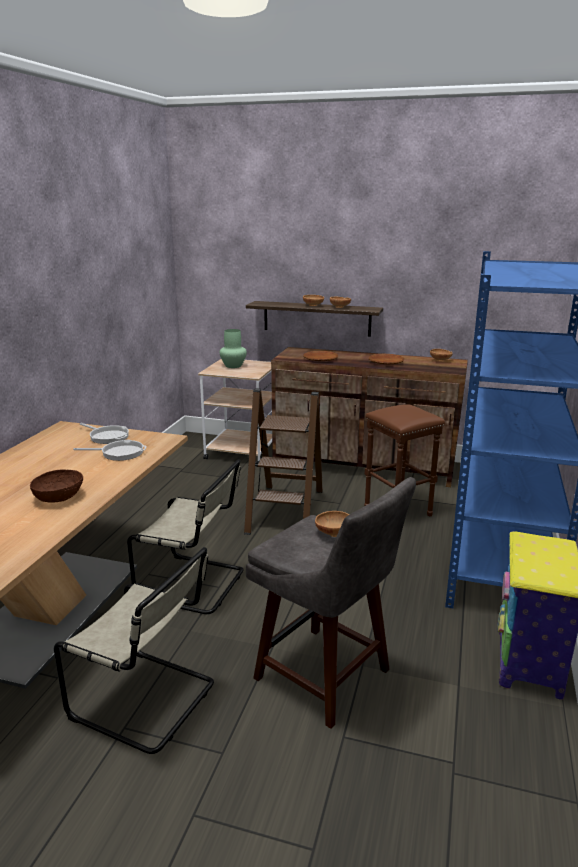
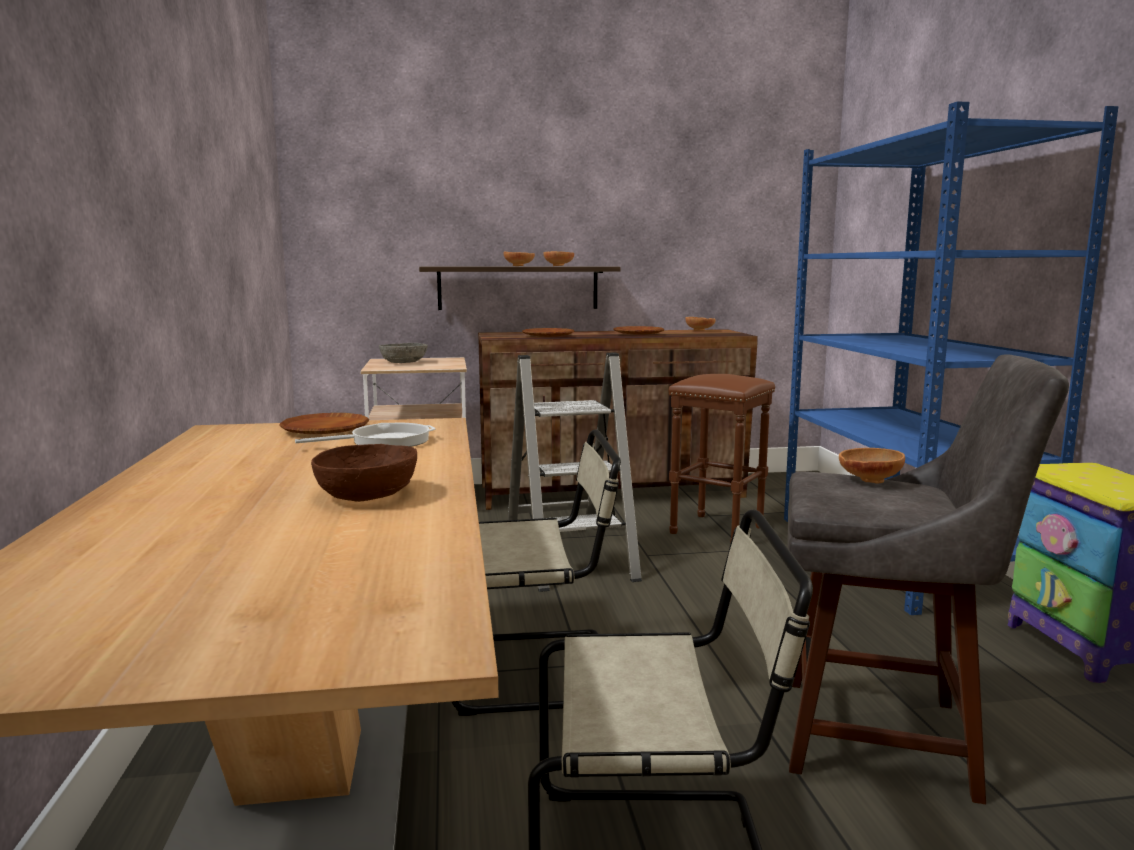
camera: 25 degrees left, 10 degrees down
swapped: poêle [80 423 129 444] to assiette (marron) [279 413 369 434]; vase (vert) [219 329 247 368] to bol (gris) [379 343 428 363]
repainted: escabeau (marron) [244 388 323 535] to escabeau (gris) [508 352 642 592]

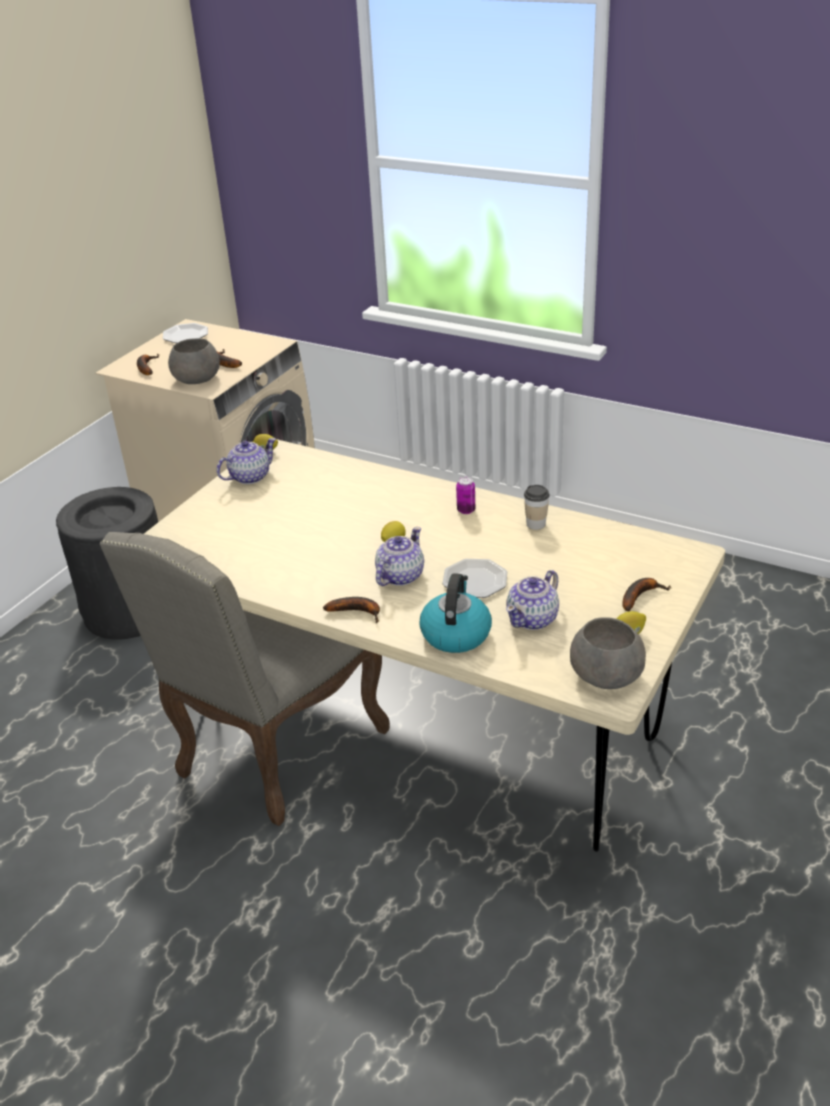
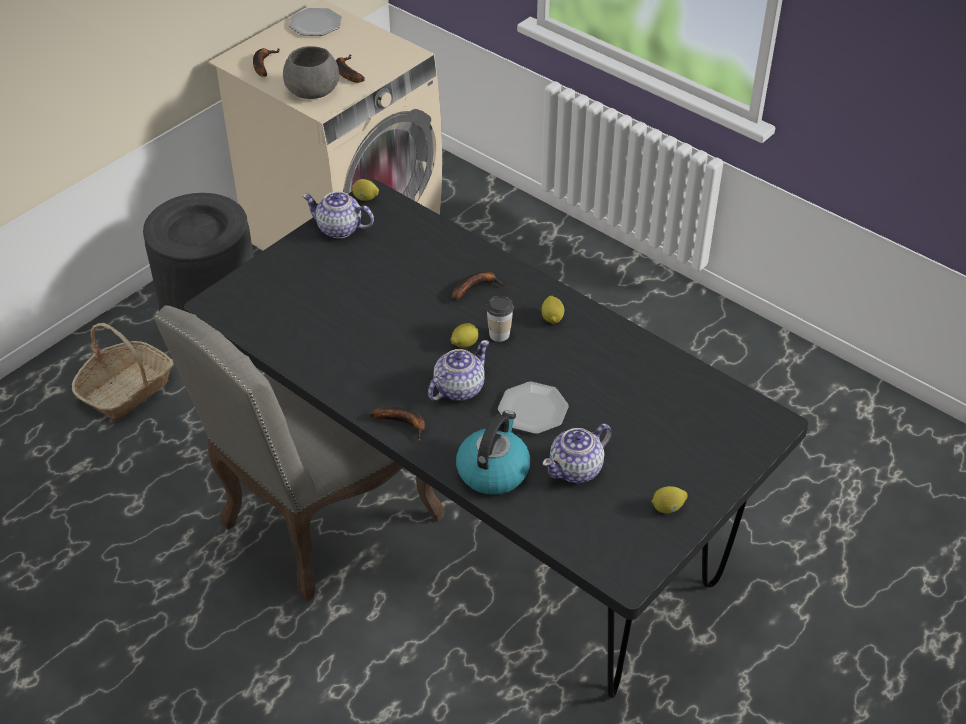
camera: 10 degrees right, 10 degrees up
gone: bol (gris) [570 617 646 689]
new: panier [72 323 174 421]
shifted: tasse [524 485 550 530] to [486 296 514 342]; banane [622 578 671 612] to [452 271 506 300]
swapped: boîte métallique [456 477 475 514] to citron [542 296 564 323]
repainted: table à manger (beige) [144 439 725 852] to table à manger (noir) [184 179 808 698]
rotated: théière [216 438 276 484] = [302 192 374 238] 135 degrees counterclockwise

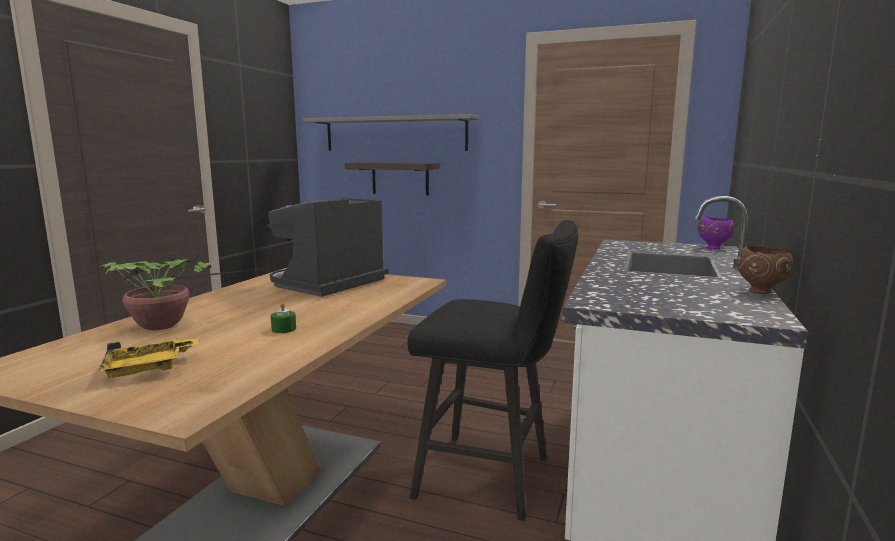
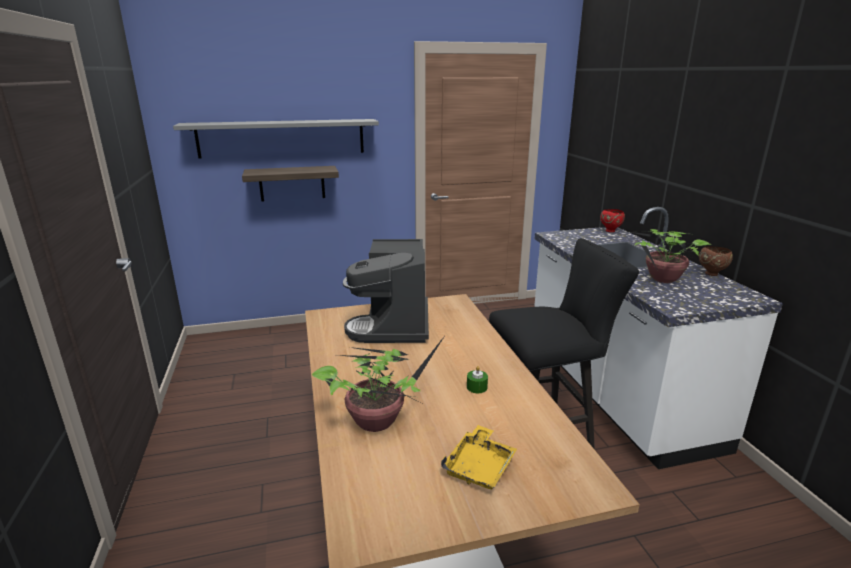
camera: 35 degrees left, 10 degrees up
new: plante en pot [625 229 712 283]
repainted: bol (violet) [697 217 735 249] to bol (rouge) [600 209 625 232]

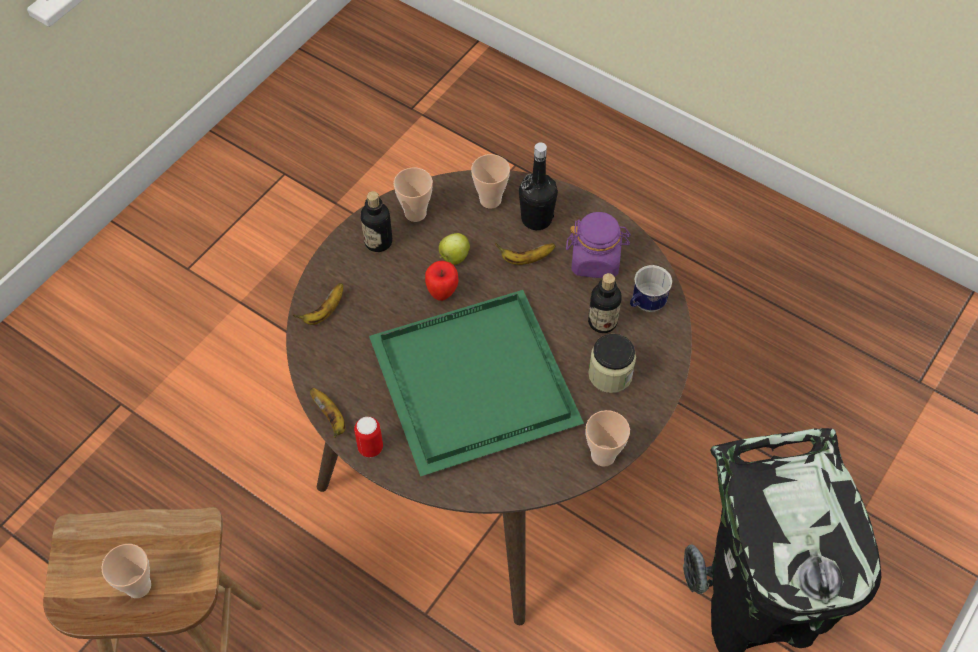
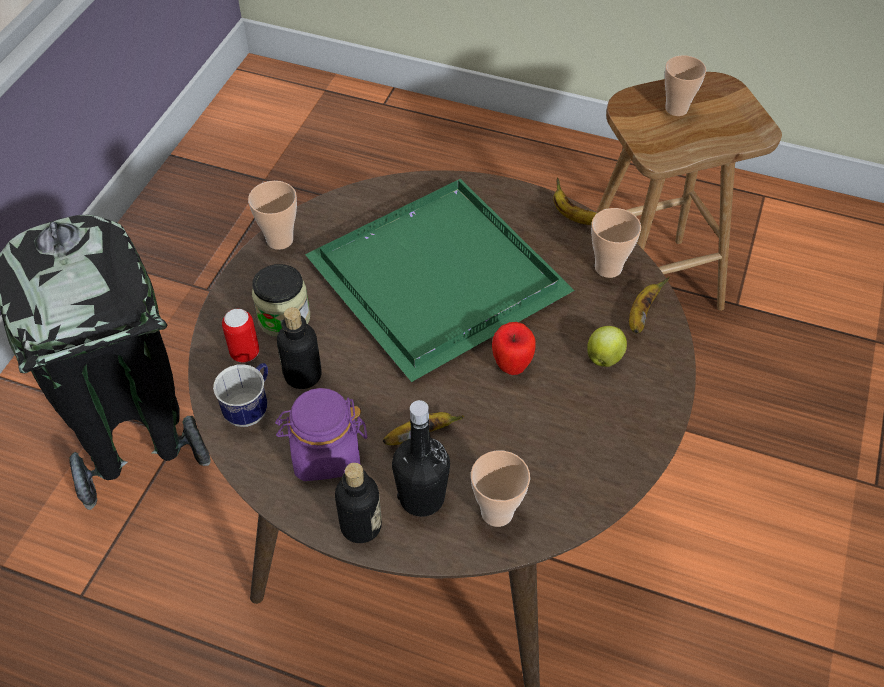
camera: 165 degrees right, 5 degrees down
shifted: boîte métallique [354 417 383 458] to [222 309 259 363]; bouteille [361 191 392 252] to [335 463 382 543]; tasse [394 168 433 222] to [591 208 641 278]; pomme [439 233 470 265] to [587 326 627 367]

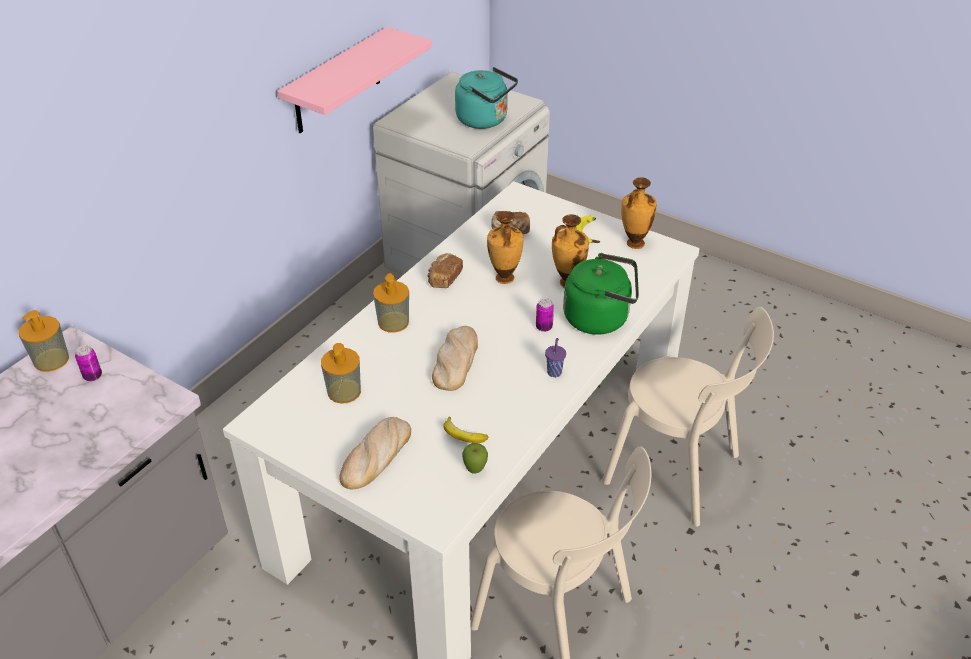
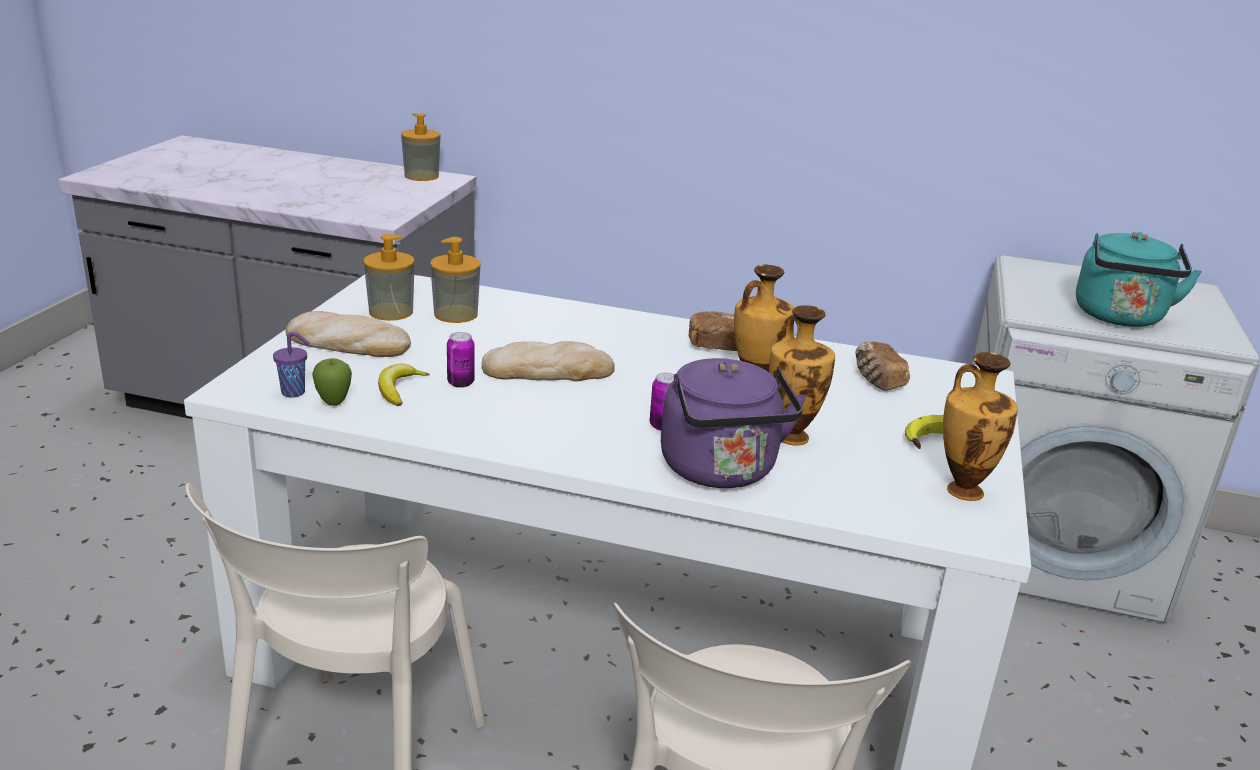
camera: 70 degrees right, 15 degrees down
gone: étagère (rose) [277 27 432 133]
shifted: boîte métallique [75 345 102 381] to [447 332 475 388]; distributeur de savon [373 273 409 333] to [363 234 415 321]; tasse (violet) [545 338 566 377] to [273 332 310 397]
repainted: bouilloire (vert) [563 253 639 335] to bouilloire (violet) [661 358 806 488]

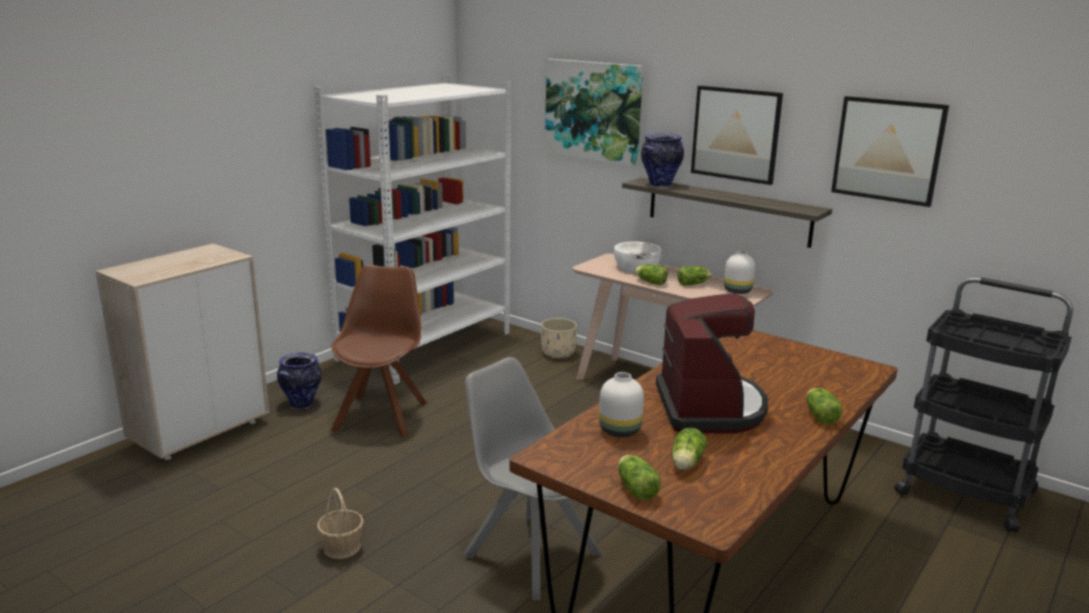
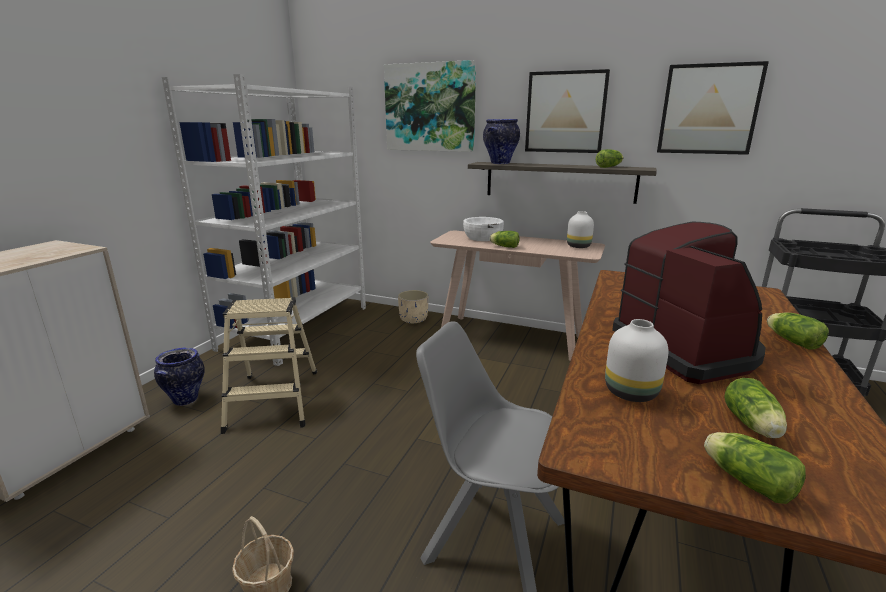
camera: 15 degrees left, 0 degrees up
shifted: laitue [678 266 712 286] to [596 149 623 168]
swapped: chaise (marron) [331 265 427 438] to escabeau (beige) [221 297 317 434]

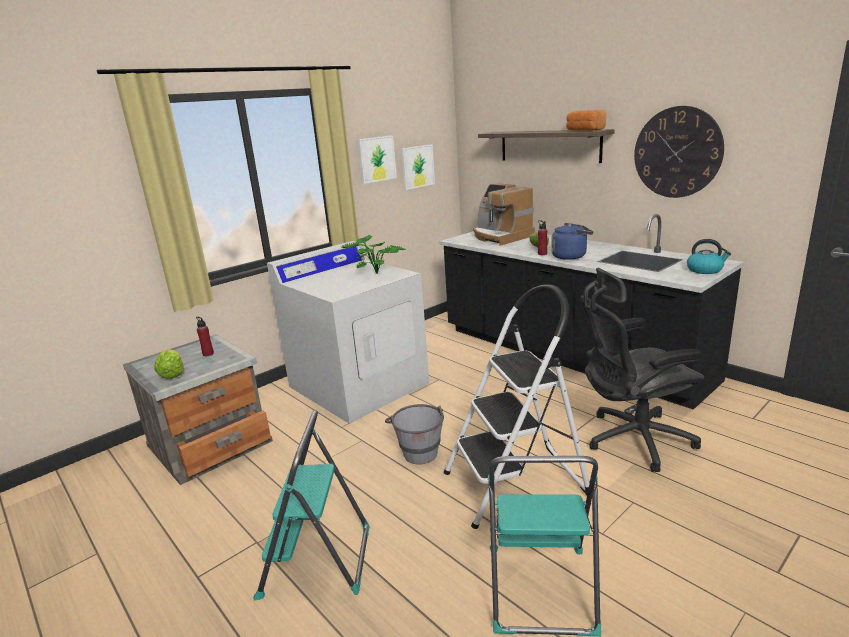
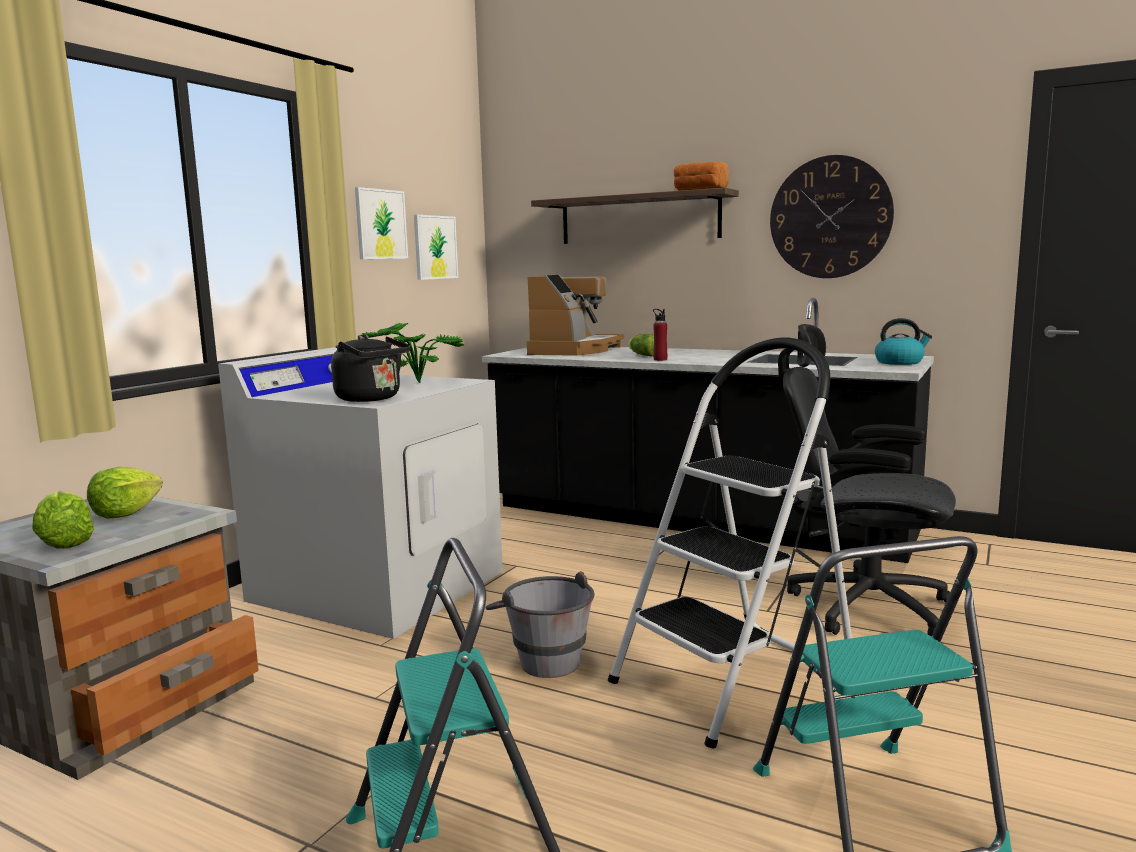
camera: 20 degrees left, 10 degrees down
gone: bouilloire (bleu) [551 223 593 260]
new: bouilloire (noir) [331 335 410 402]
swapped: bouteille (rouge) [196 317 214 356] to laitue [87 467 163 519]
rotated: machine à café [473 183 535 246] = [527 275 624 356] 105 degrees counterclockwise; chaise de bureau [580 268 705 472] = [778 324 956 636] 60 degrees clockwise

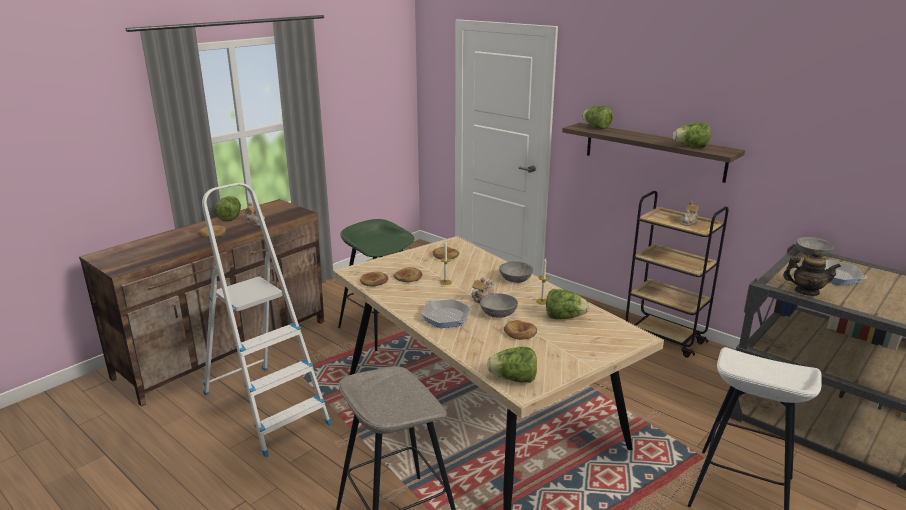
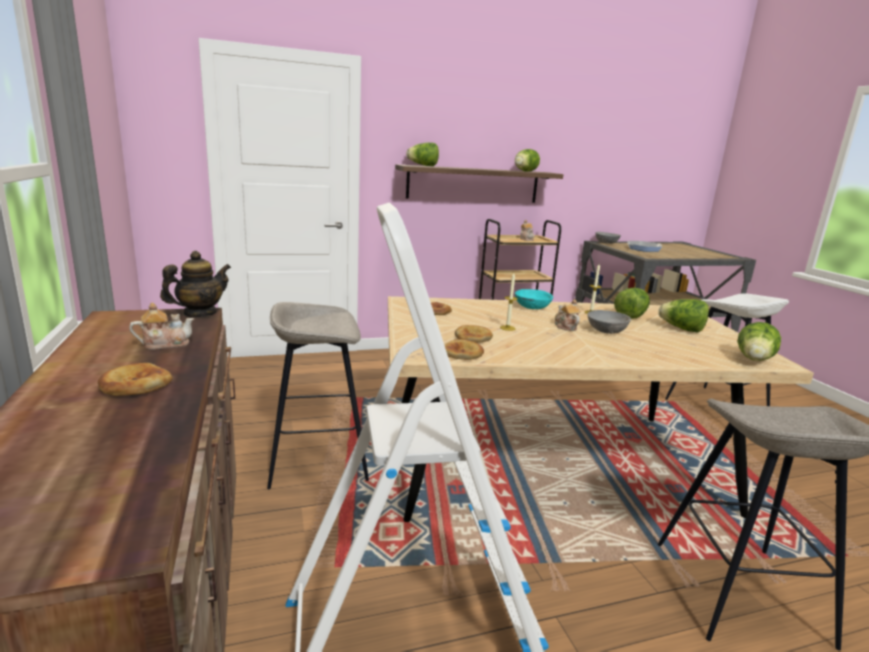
camera: 60 degrees left, 5 degrees down
gone: poêle [421 299 471 328]; pain [504 320 537 340]
shifted: laitue [214 196 241 221] to [658 299 709 333]; théière [783 250 841 296] to [160 251 231 317]
repainted: tabouret (vert) [338 219 414 351] to tabouret (gris) [267 302 369 489]; bol (gris) [499 261 533 283] to bol (turquoise) [515 289 553 309]

